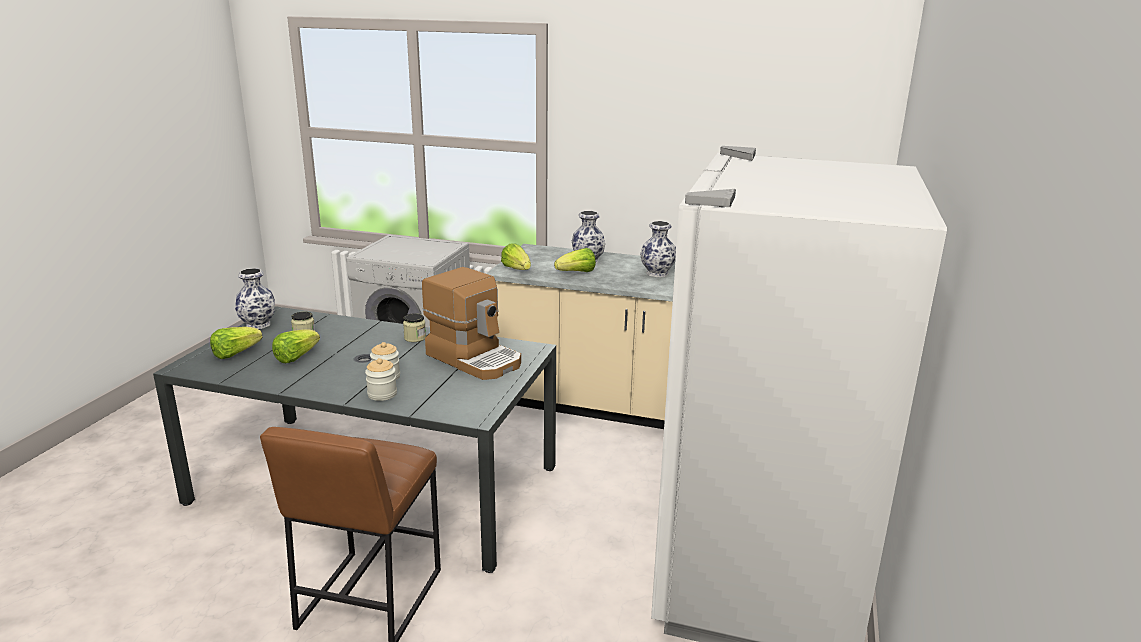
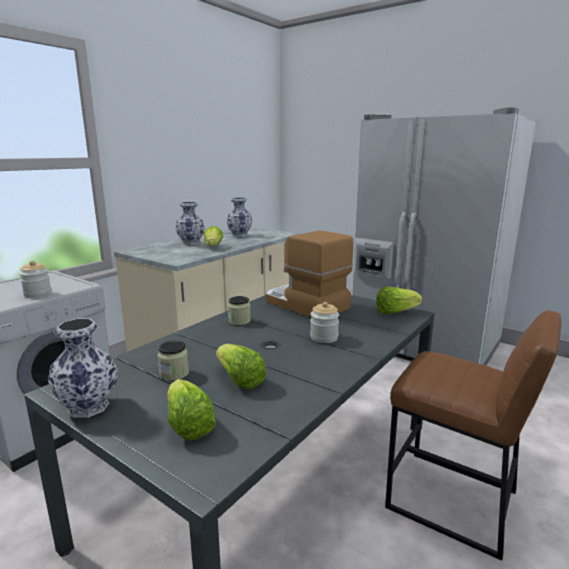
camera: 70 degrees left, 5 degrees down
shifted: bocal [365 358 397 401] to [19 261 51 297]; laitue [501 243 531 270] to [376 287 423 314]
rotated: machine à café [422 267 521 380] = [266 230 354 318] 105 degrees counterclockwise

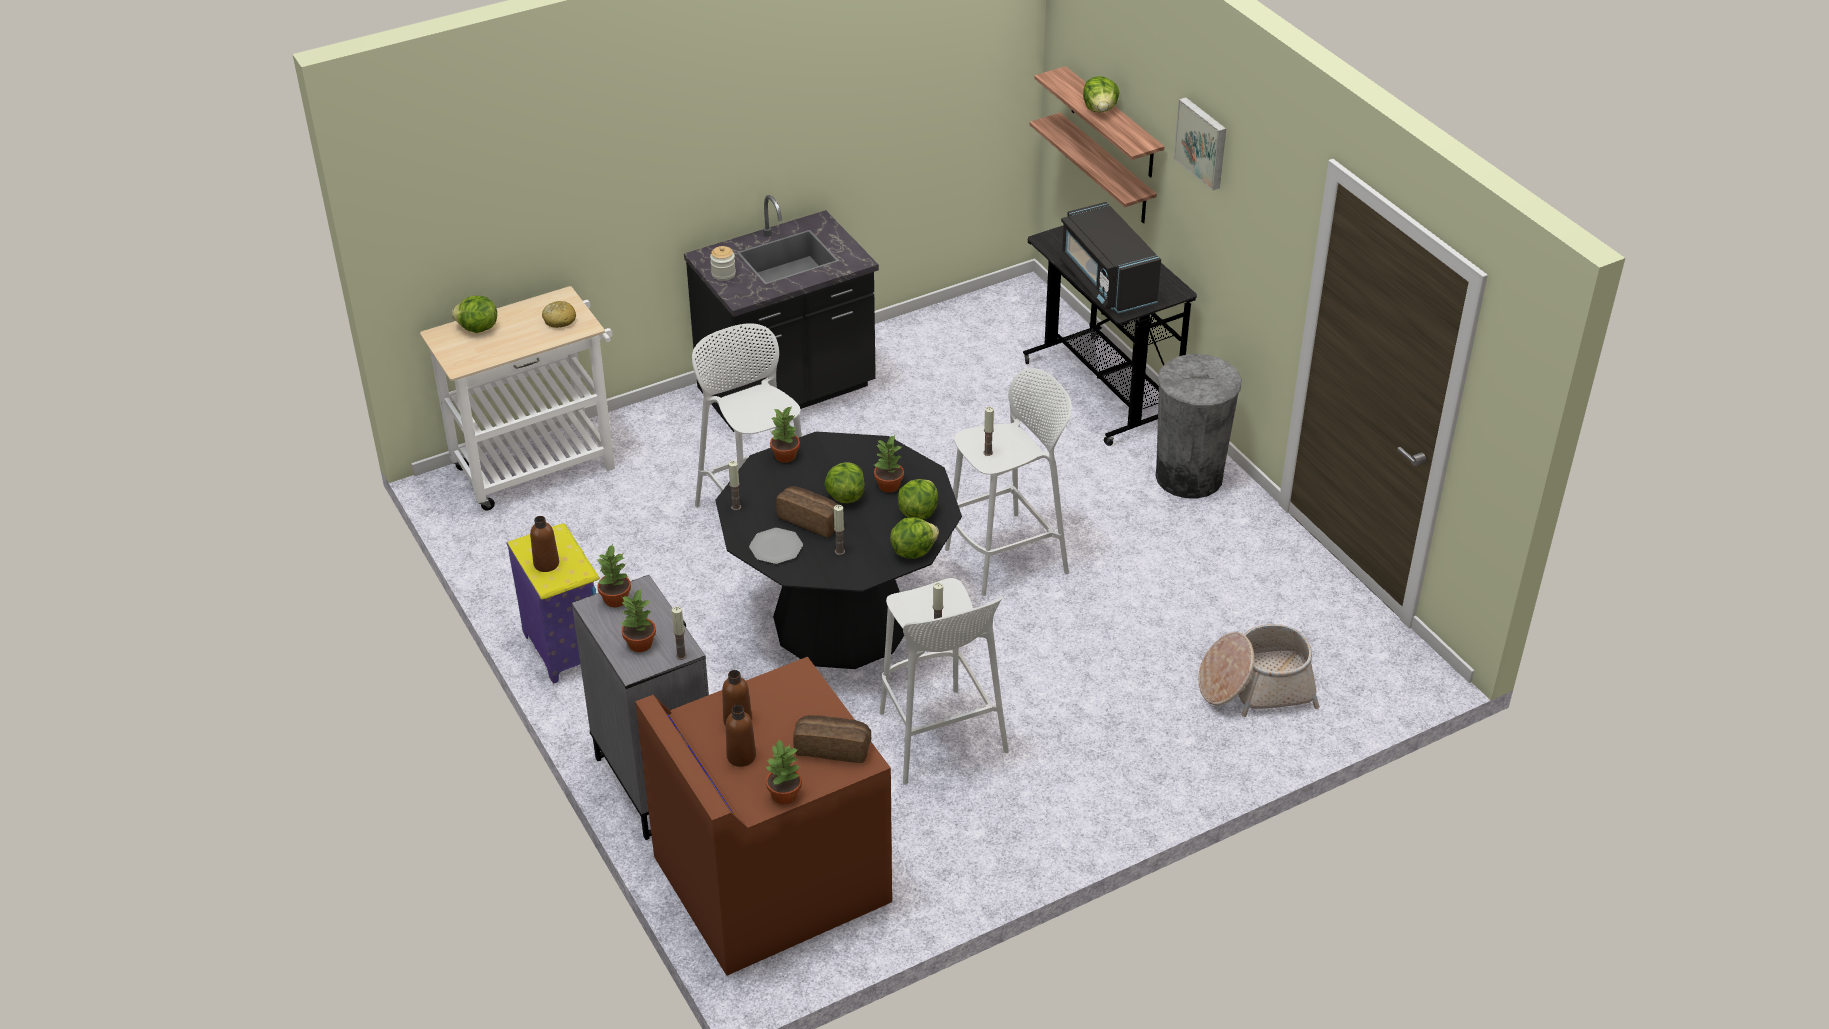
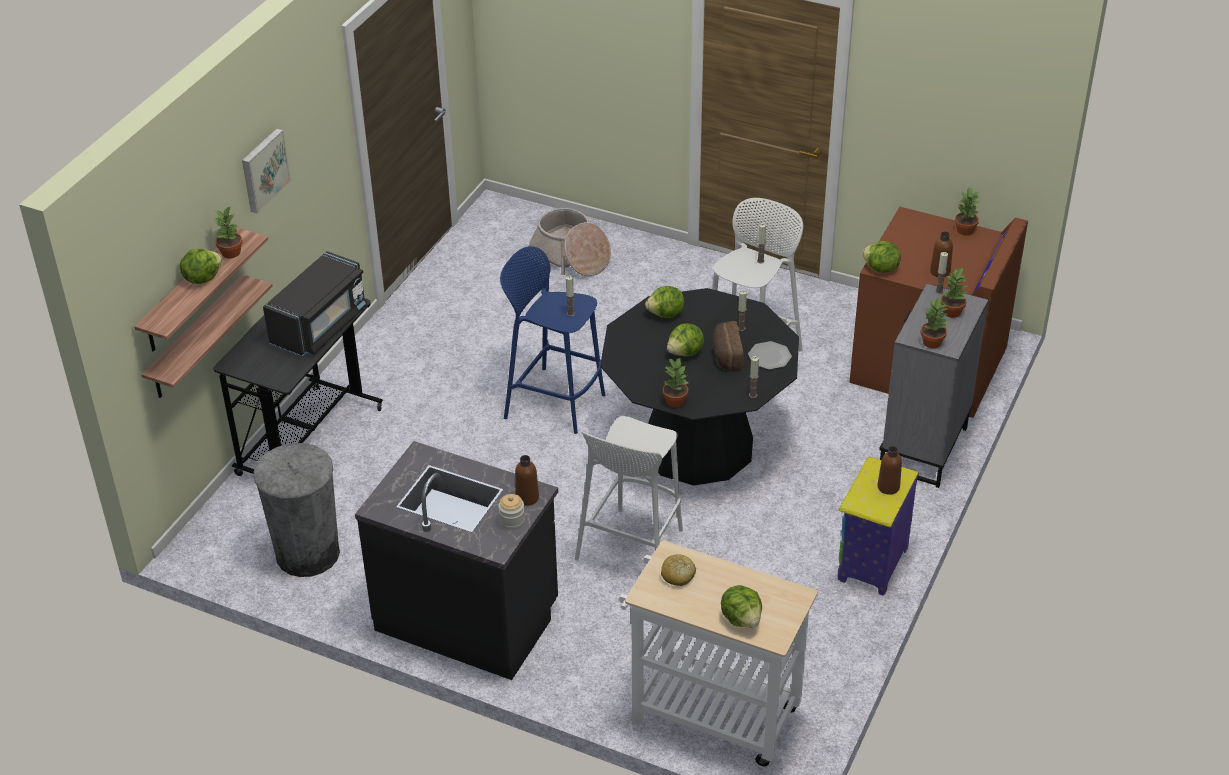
camera: 125 degrees left, 0 degrees up
gone: pain [793 715 871 763]
shifted: bouteille (marron) [726 705 756 767] to [515 455 539 506]; plante en pot [874 435 904 493] to [214 206 243 258]; laitue [890 517 939 559] to [862 241 901 273]; poubelle (gris) [1156 354 1242 499] to [253 443 340 577]
repainted: tabouret (blanc) [945 368 1072 596] to tabouret (bleu) [500 246 605 434]

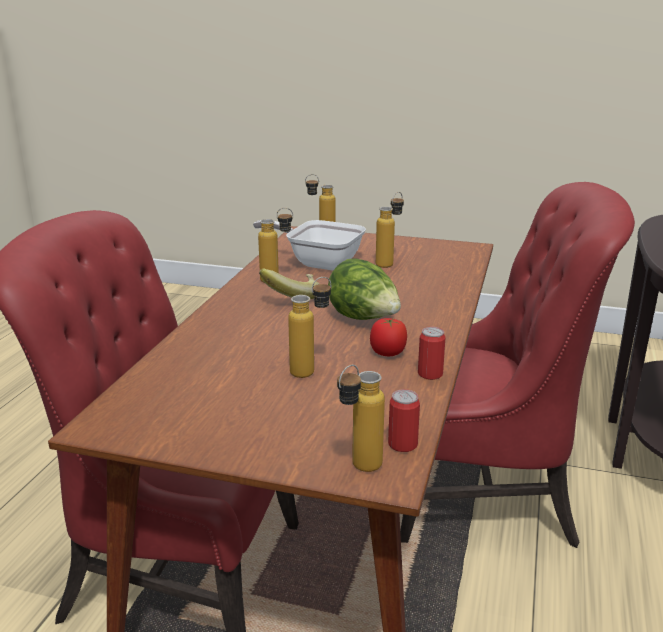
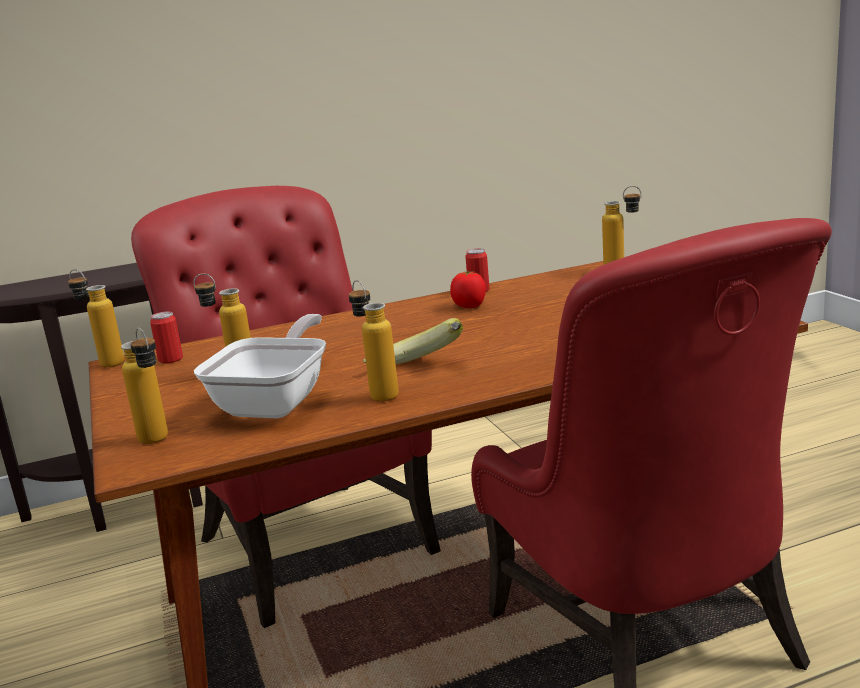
camera: 125 degrees left, 5 degrees down
gone: laitue [328 258 401 320]
shifted: bouteille [288 277 331 378] to [68 269 125 368]; boîte métallique [388 389 420 452] to [150 312 183 363]
rotated: poêle [253 220 366 270] = [194 314 326 418] 150 degrees counterclockwise

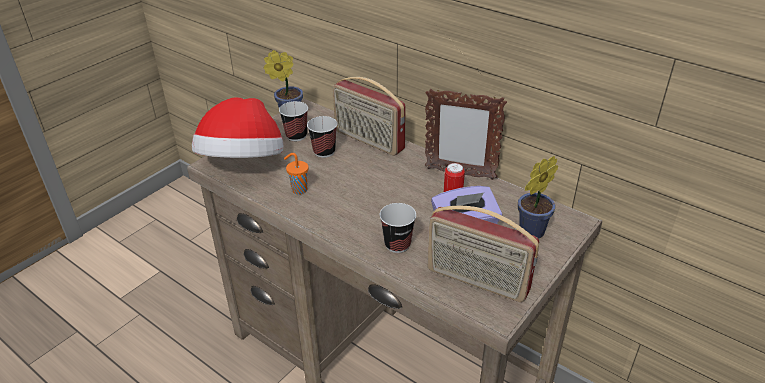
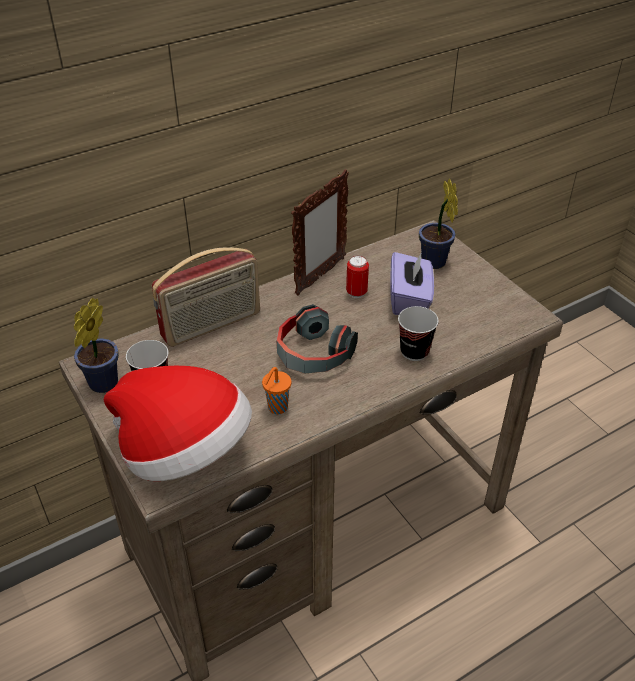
camera: 70 degrees left, 5 degrees up
gone: tasse [307 116 337 158]; radio [428 206 539 302]
new: casque audio [276 304 358 373]

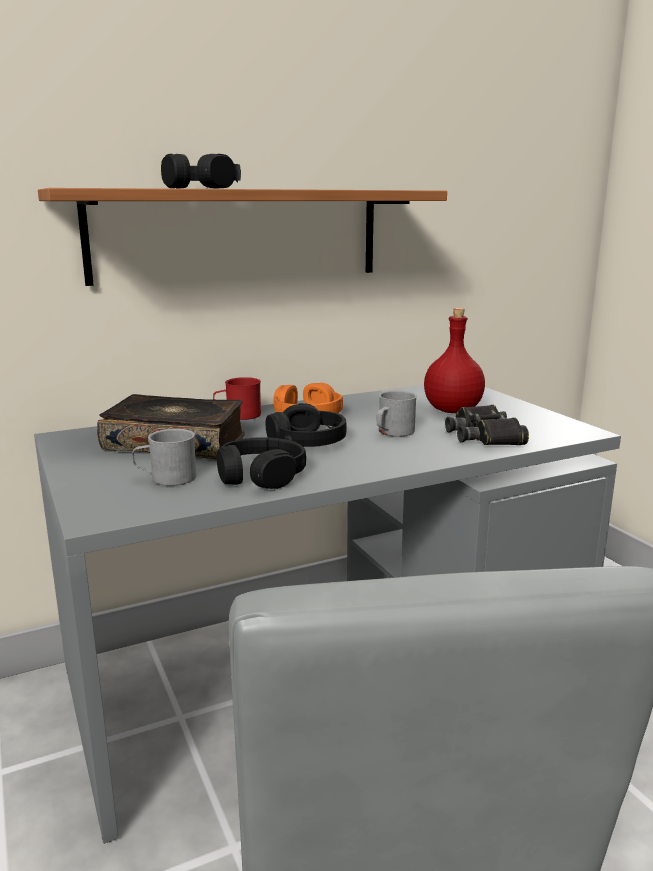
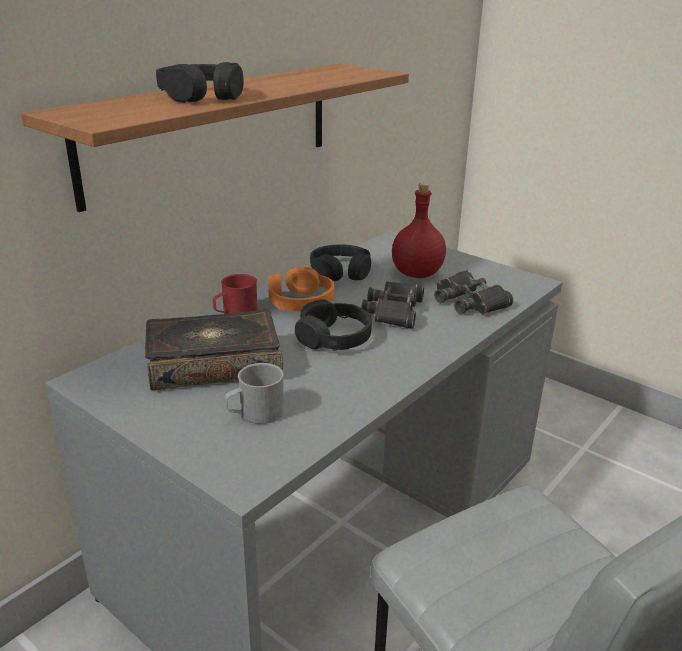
camera: 25 degrees left, 10 degrees up
shifted: casque audio (noir) [217 437 306 489] to [310 244 371 281]
swapped: mug (gris) [377 391 417 437] to jumelles (noir) [362 281 424 329]

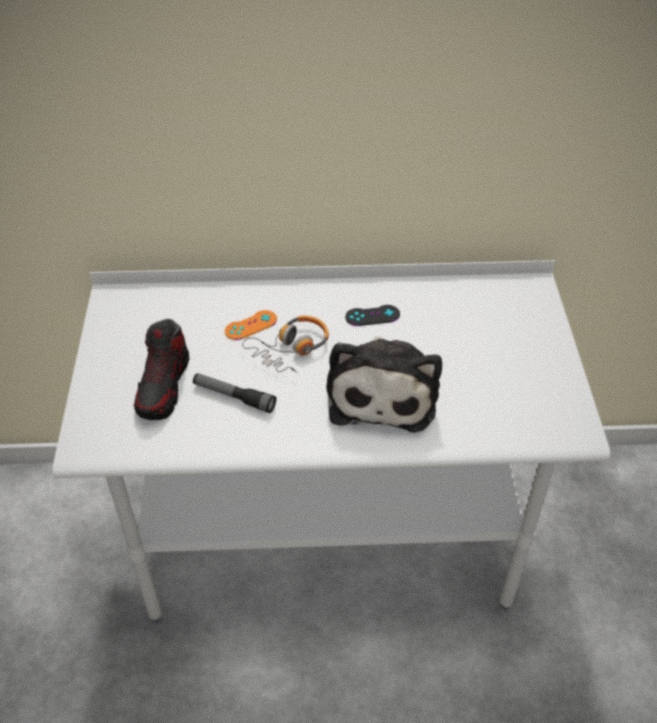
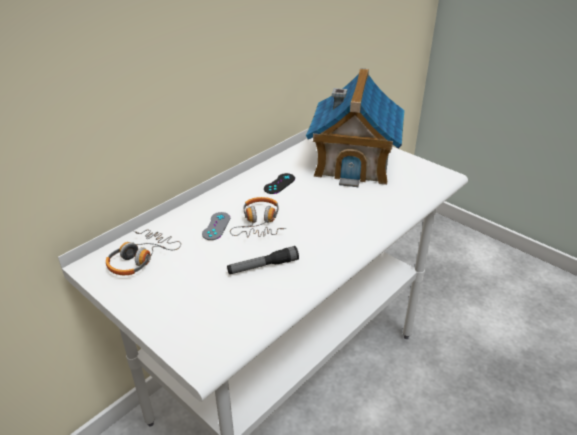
camera: 45 degrees left, 10 degrees down
gone: chaussure [134 319 189 420]; peluche [326 336 442 433]
new: casque audio [106 229 181 275]; maison miniature [306 68 405 187]
repainted: manette (orange) [225 310 277 340] to manette (gris) [202 212 230 240]

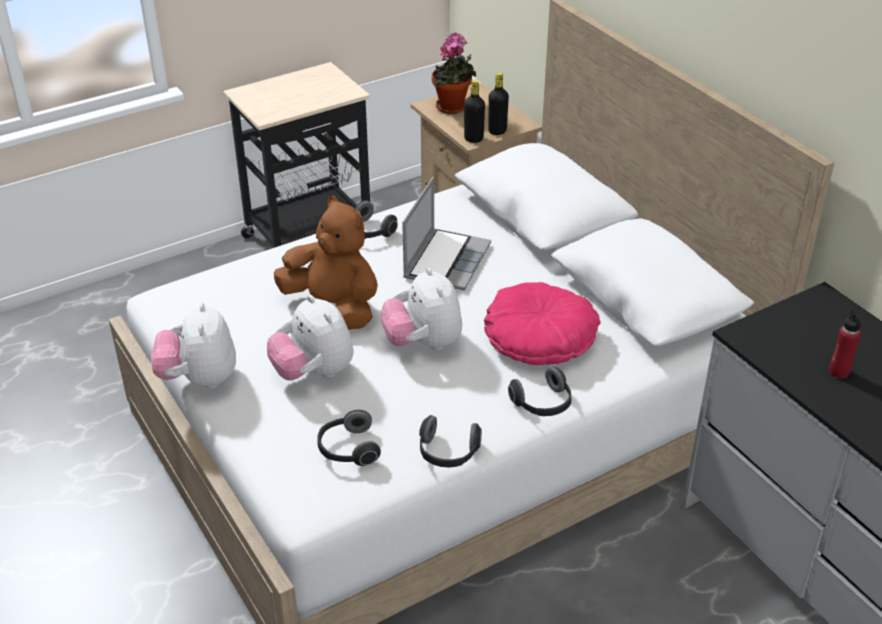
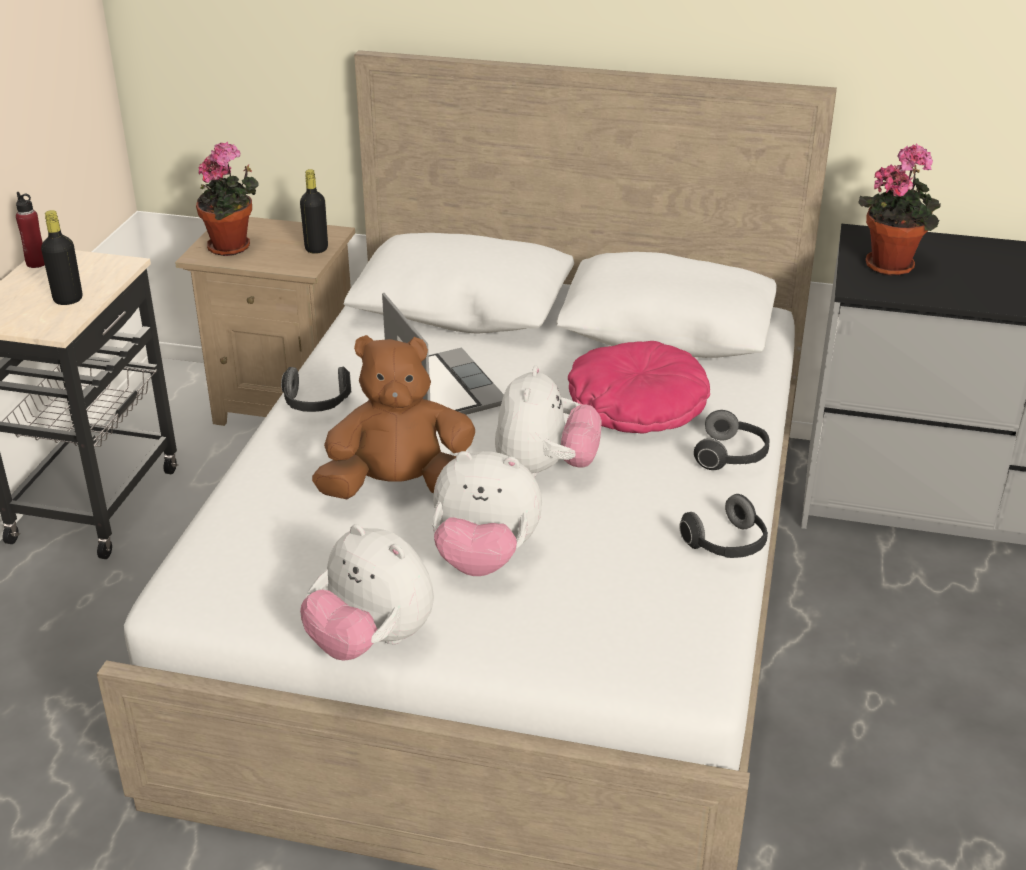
camera: 45 degrees left, 5 degrees down
gone: casque audio [317 410 381 466]
new: plante en pot [858 144 941 276]
shifted: bouteille (noir) [464 80 485 143] to [41 210 82 305]; bouteille (rouge) [829 310 862 379] to [16 192 45 268]
rotated: peluche [381 268 462 350] = [495 365 601 477] 105 degrees counterclockwise

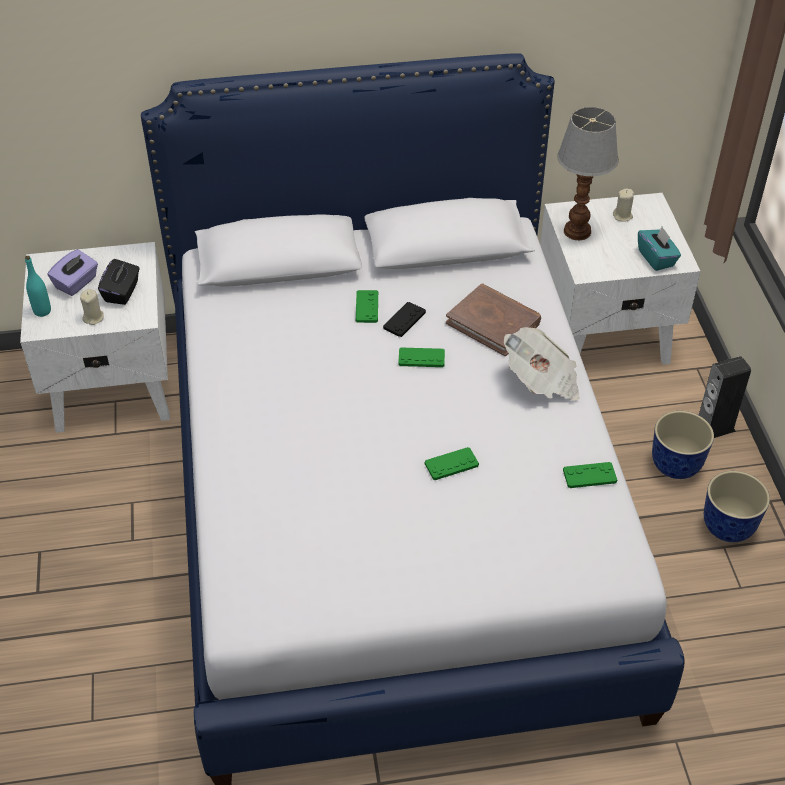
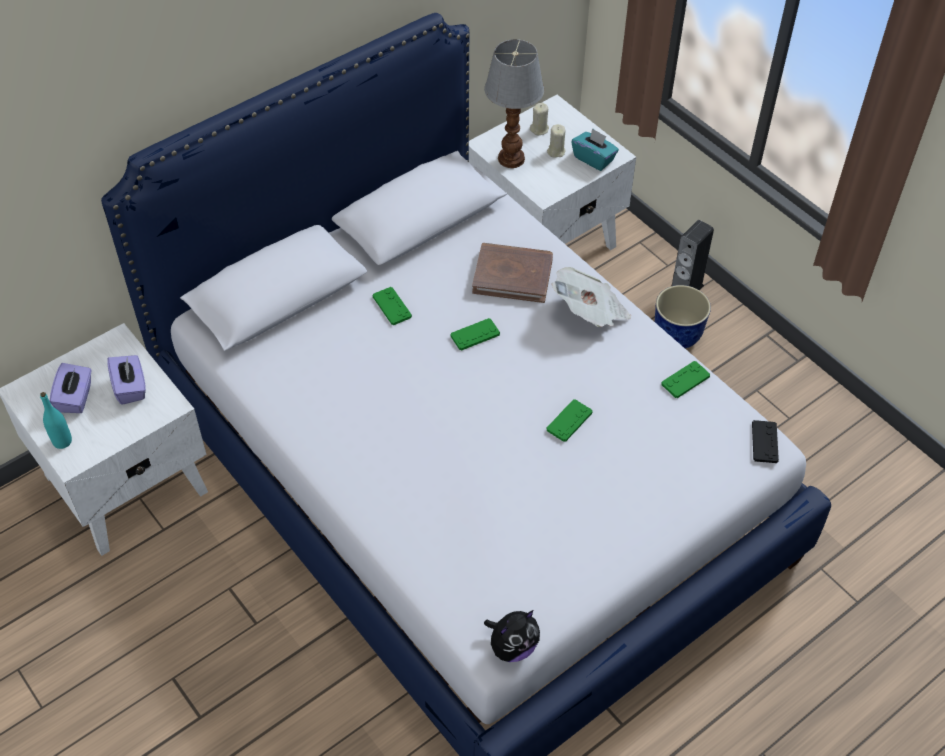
camera: 30 degrees left, 5 degrees up
gone: cache-pot [704 471 770 542]
new: peluche [484 610 540 662]
shifted: bougie (beige) [80 289 104 325] to [547 124 566 158]; manette (noir) [383 302 426 337] to [752 420 779 463]
repainted: boîte à mouchoirs (noir) [98 259 140 305] to boîte à mouchoirs (violet) [107 355 146 405]

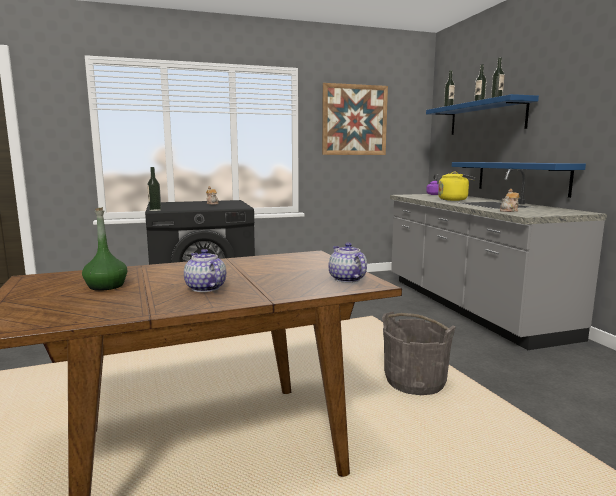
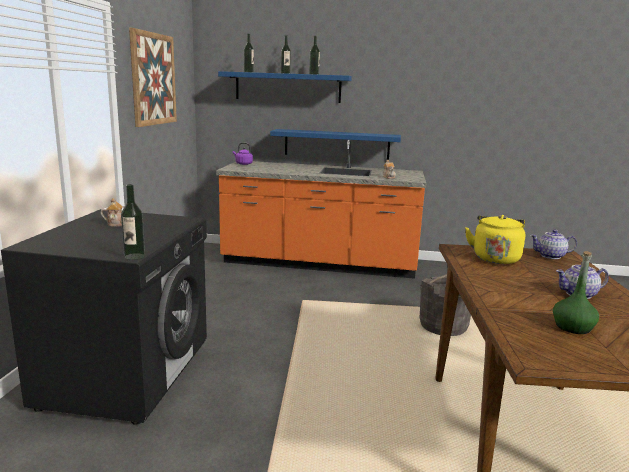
camera: 65 degrees left, 5 degrees up
shifted: bouilloire (jaune) [438 172 475 201] to [465 215 525 264]
repainted: comptoir de cuisine (gris) [390 169 607 350] to comptoir de cuisine (orange) [216 140 427 279]

